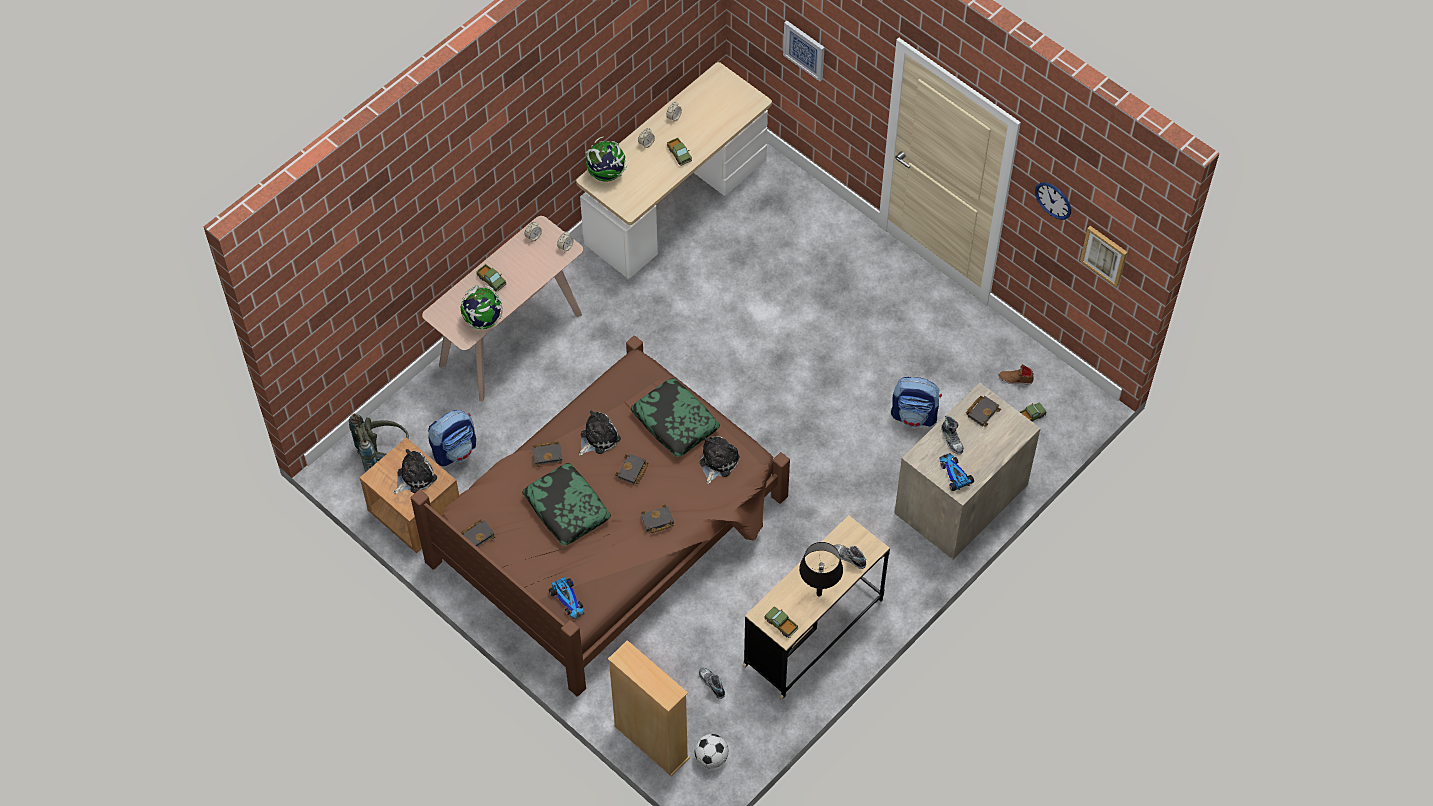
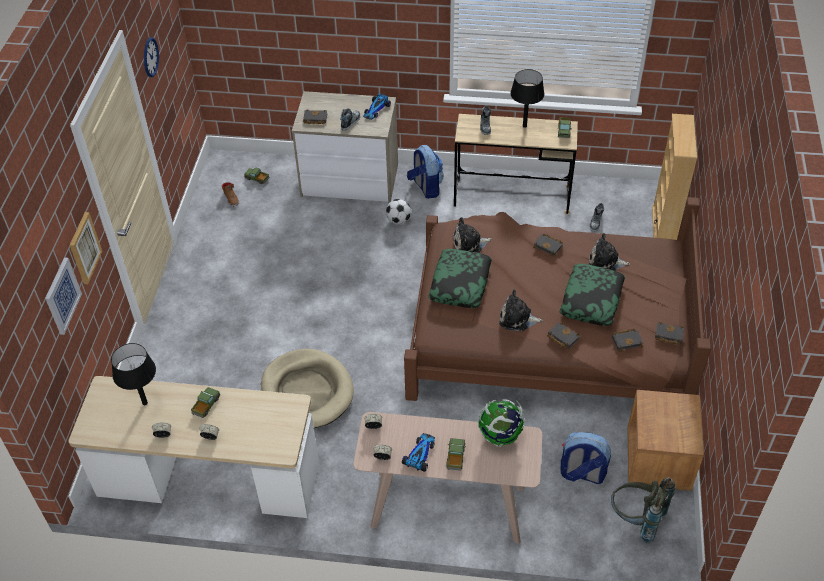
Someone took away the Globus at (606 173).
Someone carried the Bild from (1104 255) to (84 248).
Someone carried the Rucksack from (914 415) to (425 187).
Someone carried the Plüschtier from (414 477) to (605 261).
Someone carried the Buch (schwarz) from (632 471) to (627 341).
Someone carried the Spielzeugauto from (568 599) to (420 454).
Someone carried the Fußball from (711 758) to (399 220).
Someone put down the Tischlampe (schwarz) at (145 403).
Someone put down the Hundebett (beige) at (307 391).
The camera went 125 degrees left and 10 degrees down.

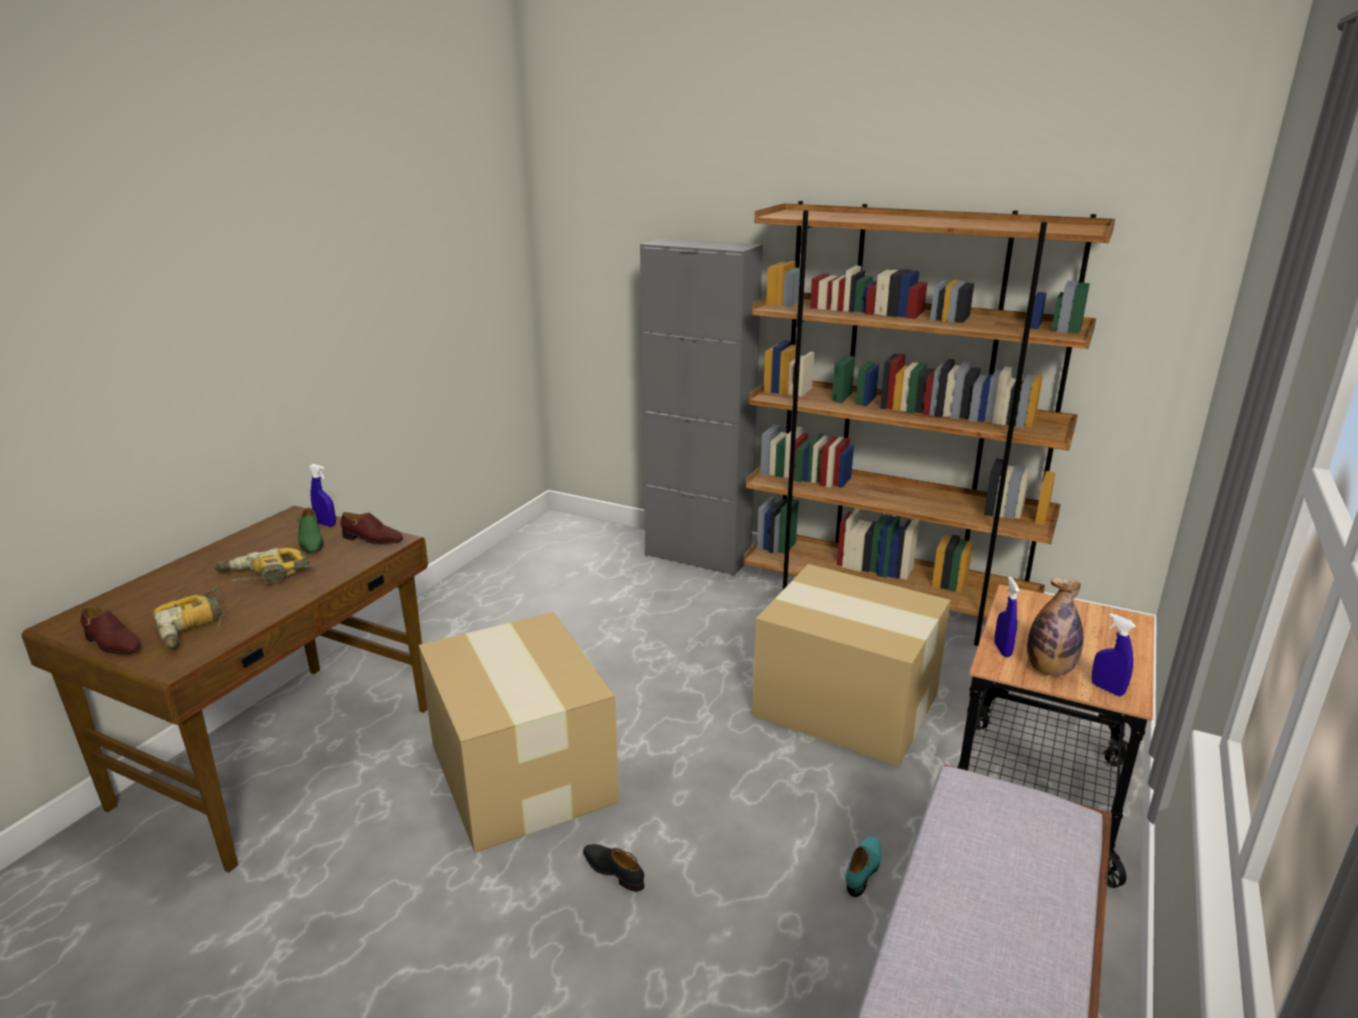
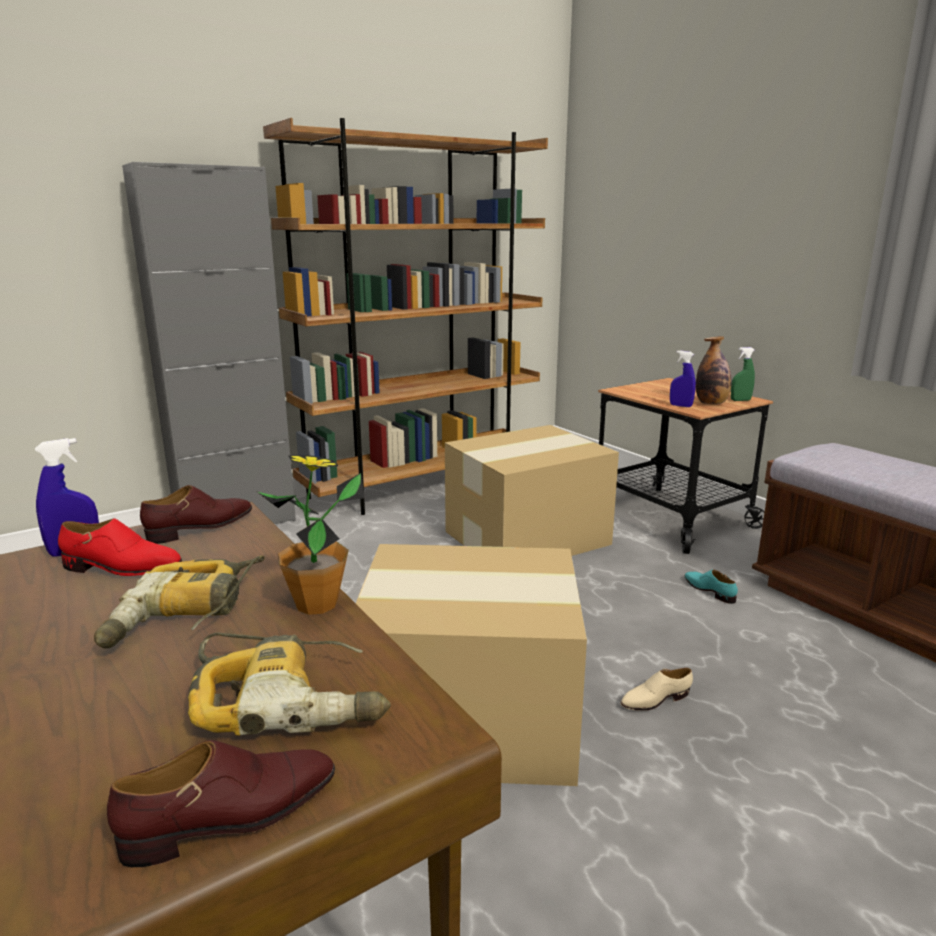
Someone repainted the Schuh (grün) at (311 542), which became the Schuh (rot) at (122 568).
Someone repainted the Sprühflasche (blau) at (1107 689), which became the Sprühflasche (grün) at (740 400).
Someone repainted the Schuh (schwarz) at (613 871), which became the Schuh (beige) at (655 700).
Someone put down the Topfpflanze at (317 604).
The camera went 60 degrees left and 5 degrees down.

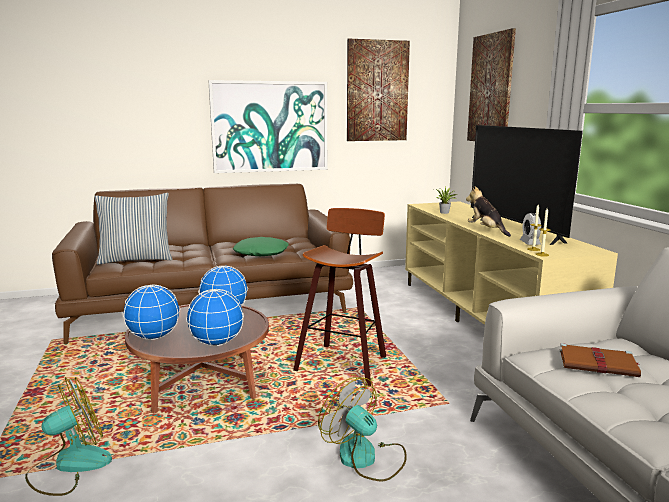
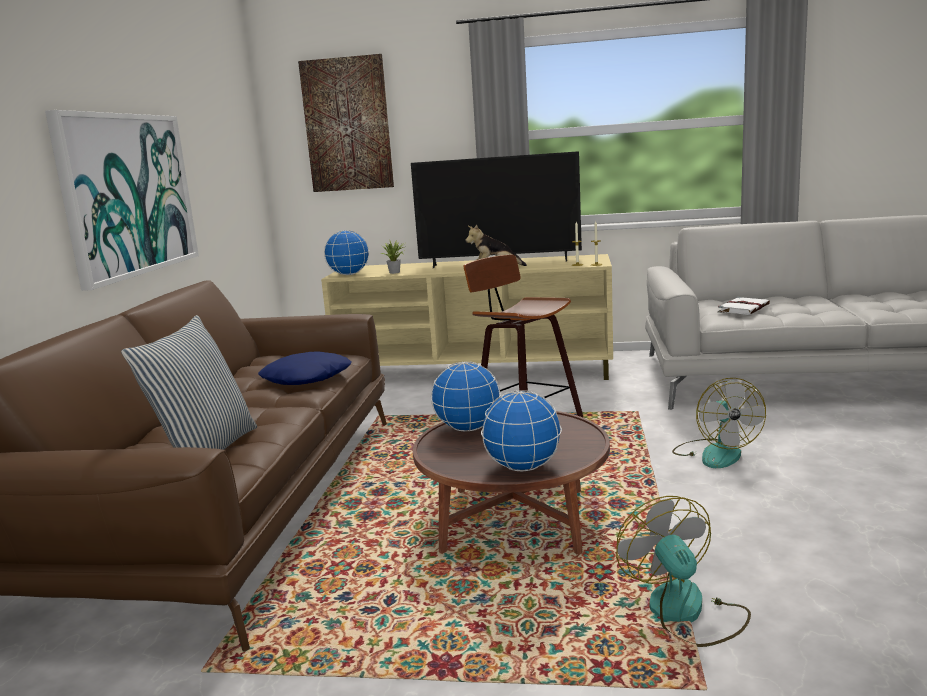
Someone took away the Bild at (377 91).
Someone took away the Wecker at (530 243).
Someone repainted the Kissen (grün) at (261 253), which became the Kissen (blau) at (306 378).
Someone carried the Globus from (216 343) to (348 274).
Someone repainted the Buch (braun) at (599 364), which became the Buch (weiß) at (744 308).
Someone rotated the Ventilator at (365 458) by 75 degrees counterclockwise.
The camera went 65 degrees left and 0 degrees up.

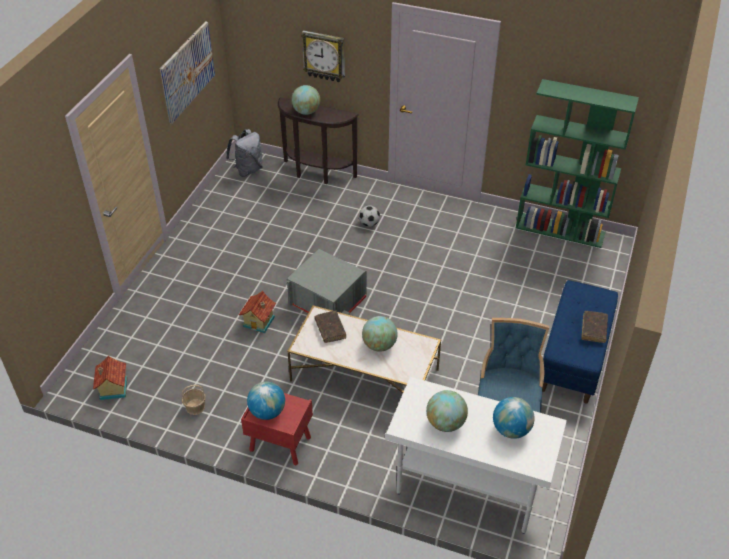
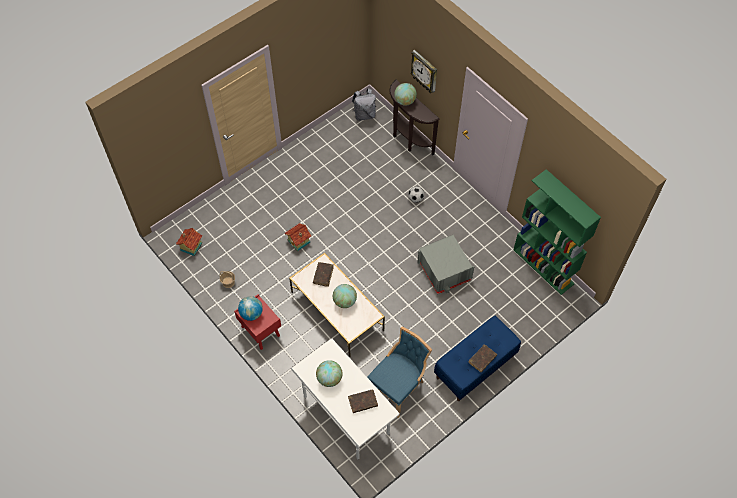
Someone took away the Bild at (187 71).
Someone carried the Aufbewahrungsbox (grau) from (328 301) to (444 271).
Someone swapped the Globus at (511 429) for the Buch (braun) at (363 402).
The camera went 30 degrees right and 15 degrees up.

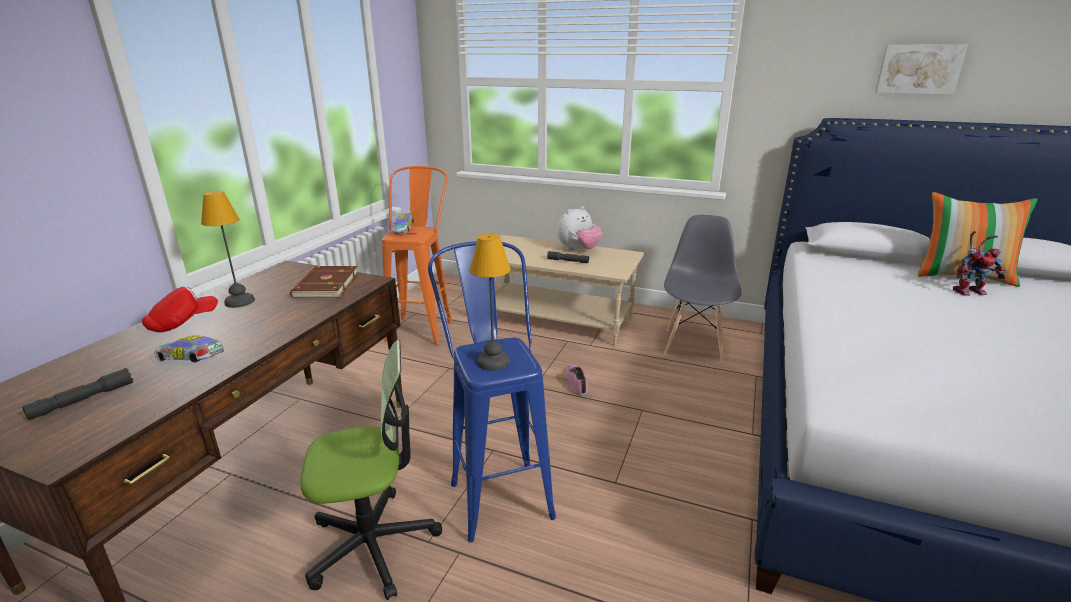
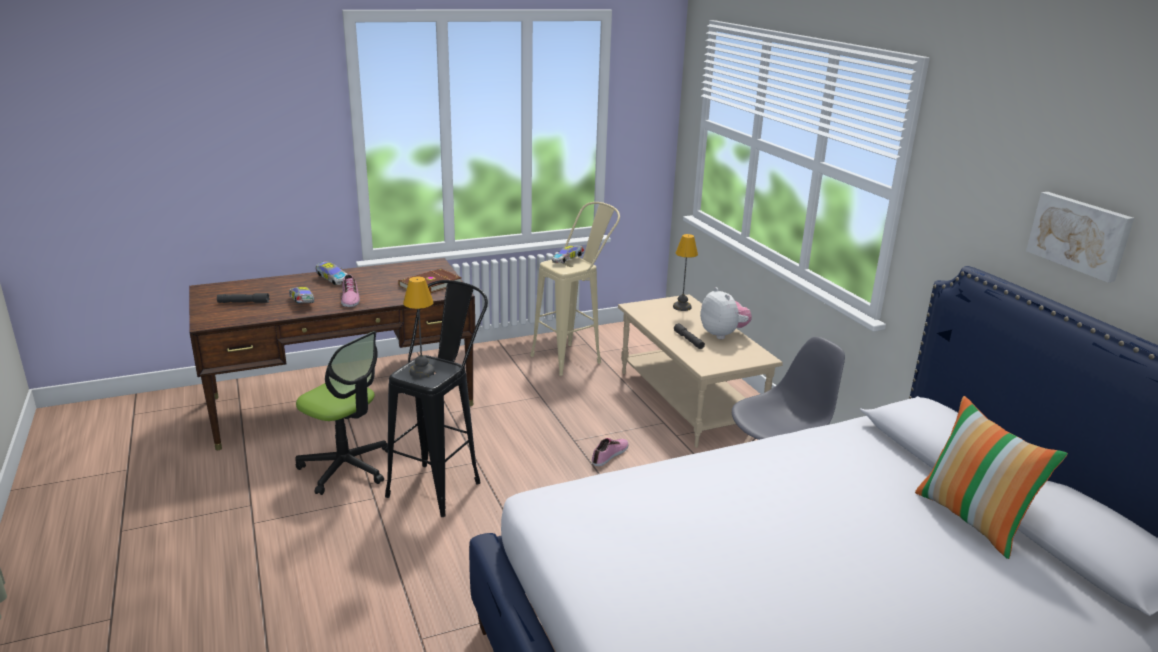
Someone repainted the Hocker (orange) at (423 326), which became the Hocker (beige) at (574 357).
Someone carried the Tischlampe from (240 301) to (682 307).
Someone rotated the Plüschtier at (578 250) by 120 degrees counterclockwise.
Someone took away the Spielzeugroboter at (969 291).
Someone repainted the Hocker (blau) at (496 489), which became the Hocker (schwarz) at (441 482).
Someone swapped the Kappe (rot) at (183 323) for the Spielzeugauto at (332 279).
Someone put down the Schuh at (349 298).
The camera went 45 degrees right and 0 degrees up.

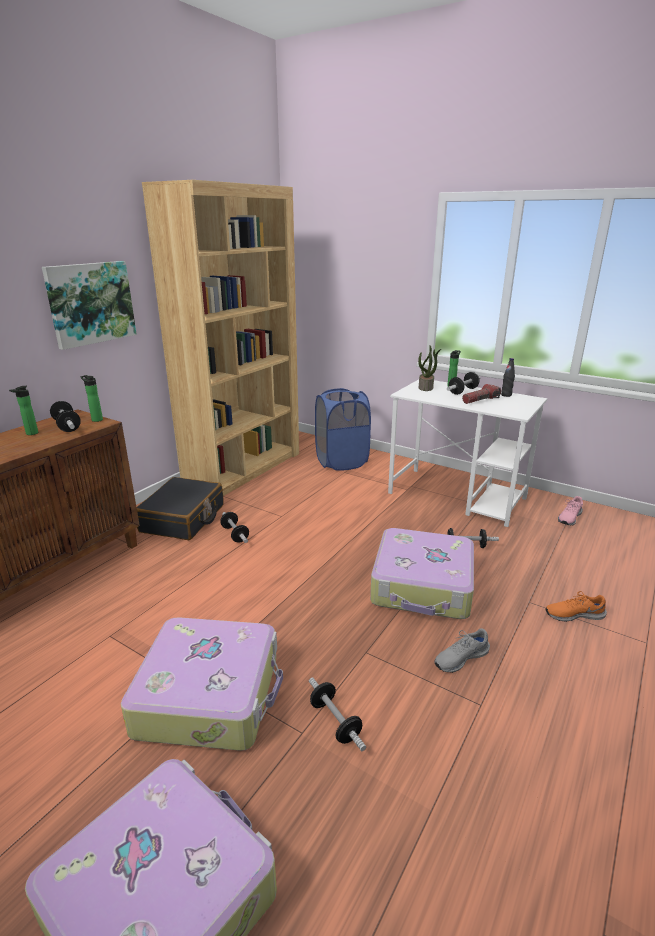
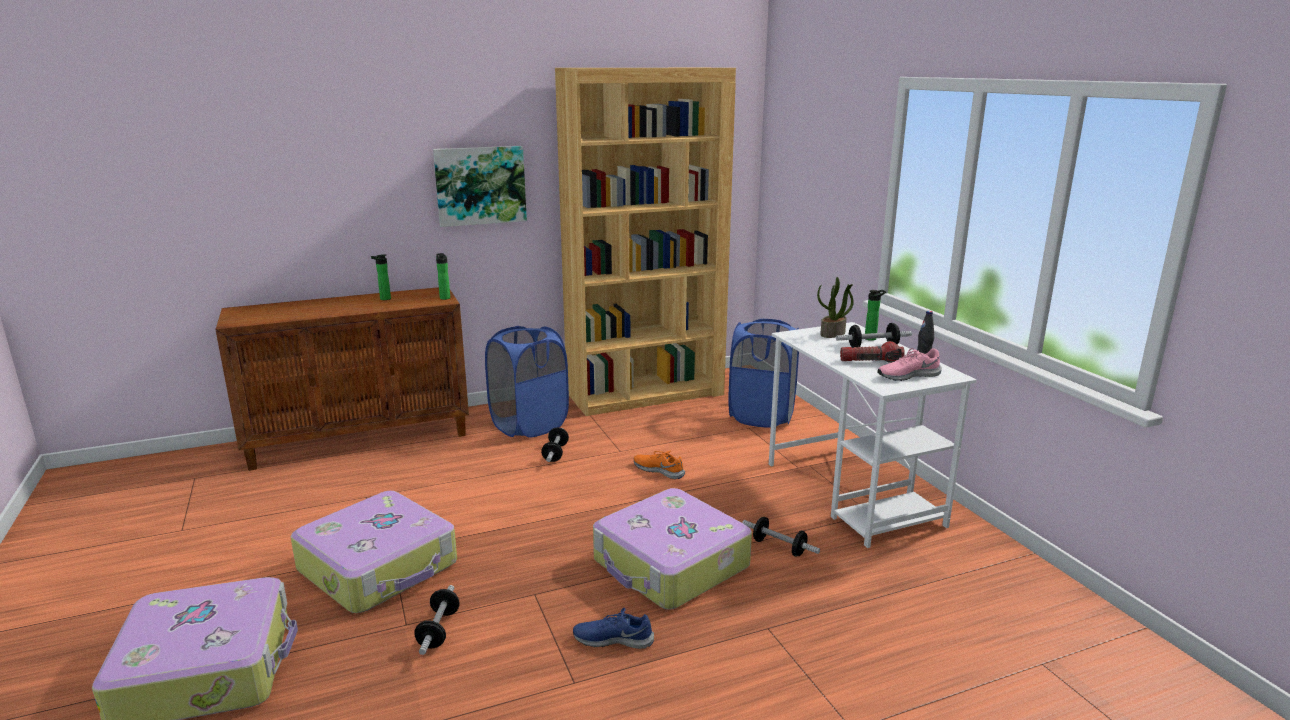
Someone took away the Hantel at (67 426).
Someone swapped the Koffer (schwarz) at (183 518) for the Wäschekorb (blau) at (529 425).
Someone carried the Schuh (rosa) from (569 517) to (907 375).
Someone carried the Schuh (orange) from (573 614) to (659 470).
Someone repainted the Schuh (grau) at (460 657), which became the Schuh (blau) at (613 639).
The camera went 35 degrees right and 5 degrees down.

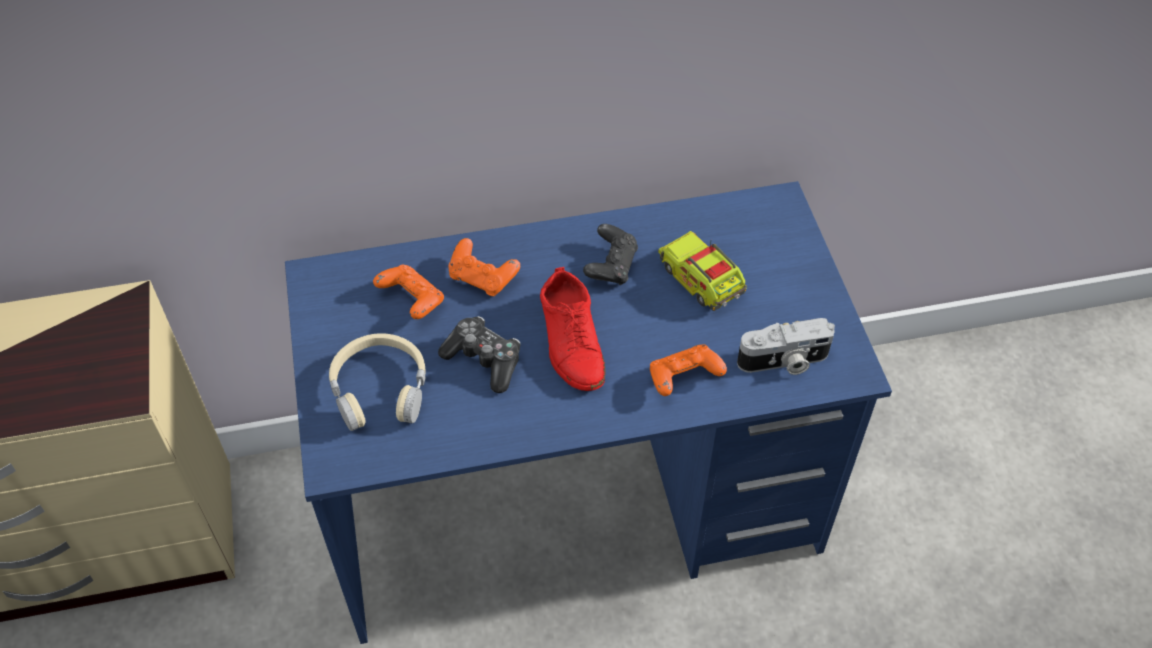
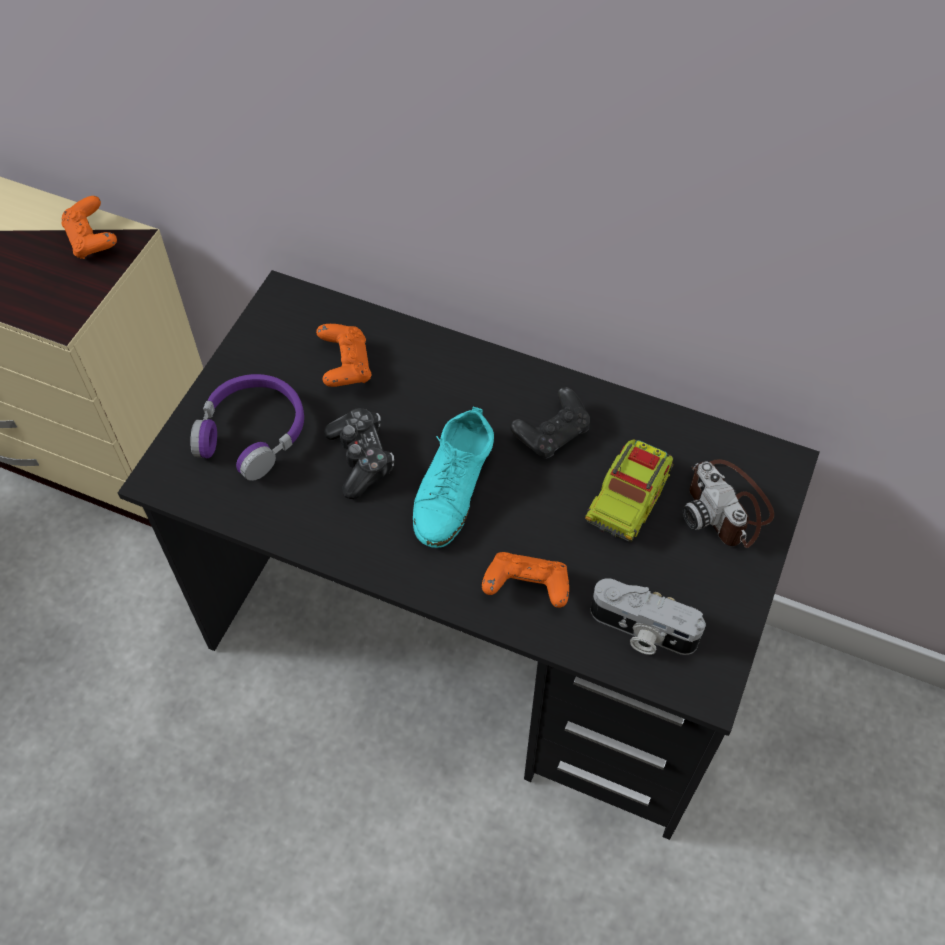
Someone repainted the Schreibtisch (blau) at (575 504), which became the Schreibtisch (schwarz) at (474 642).
Someone rotated the Spielzeuglaster at (701 280) by 150 degrees counterclockwise.
Someone carried the Gamepad (orange) from (483 278) to (92 240).
Someone repainted the Schuh (rot) at (571 341), which became the Schuh (türkis) at (453 487).
Someone repainted the Kopfhörer (beige) at (380 389), which became the Kopfhörer (lila) at (252 433).
Someone put down the Kamera at (727 507).
The camera went 35 degrees right and 5 degrees up.

